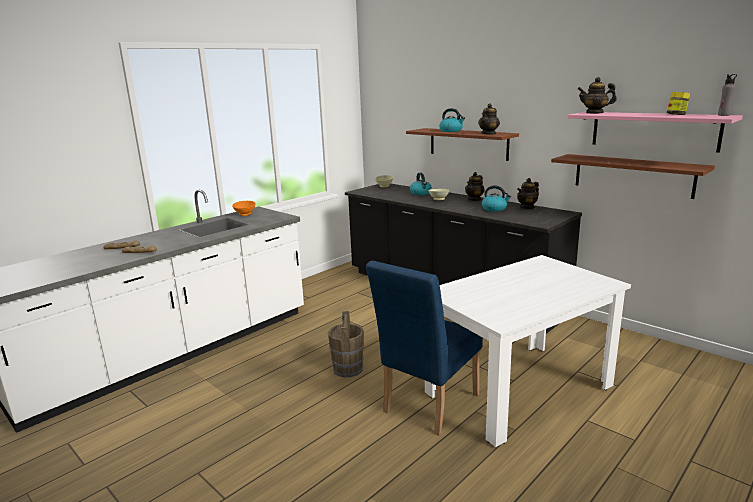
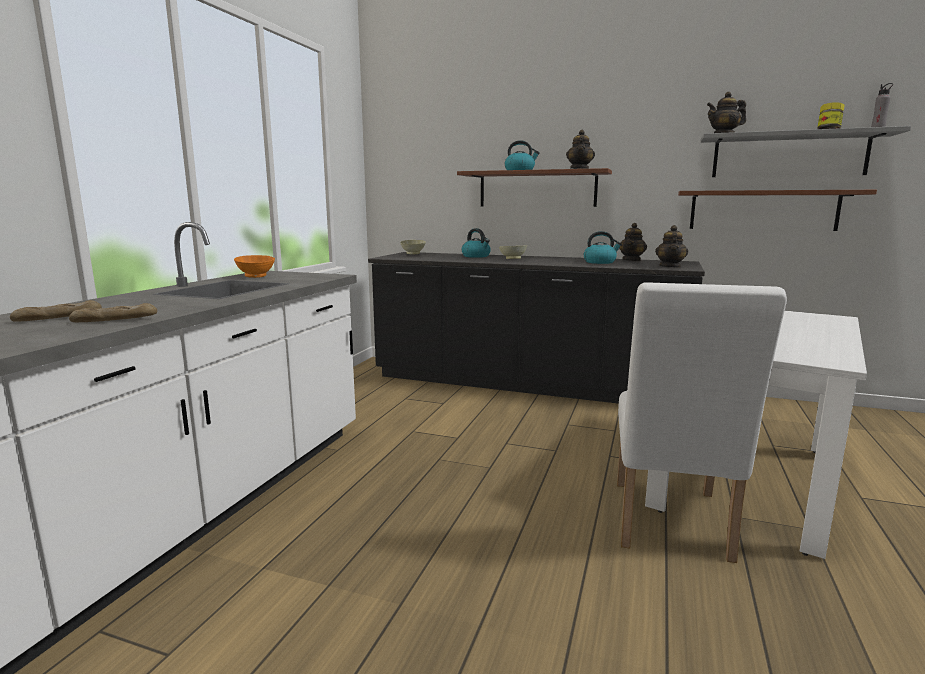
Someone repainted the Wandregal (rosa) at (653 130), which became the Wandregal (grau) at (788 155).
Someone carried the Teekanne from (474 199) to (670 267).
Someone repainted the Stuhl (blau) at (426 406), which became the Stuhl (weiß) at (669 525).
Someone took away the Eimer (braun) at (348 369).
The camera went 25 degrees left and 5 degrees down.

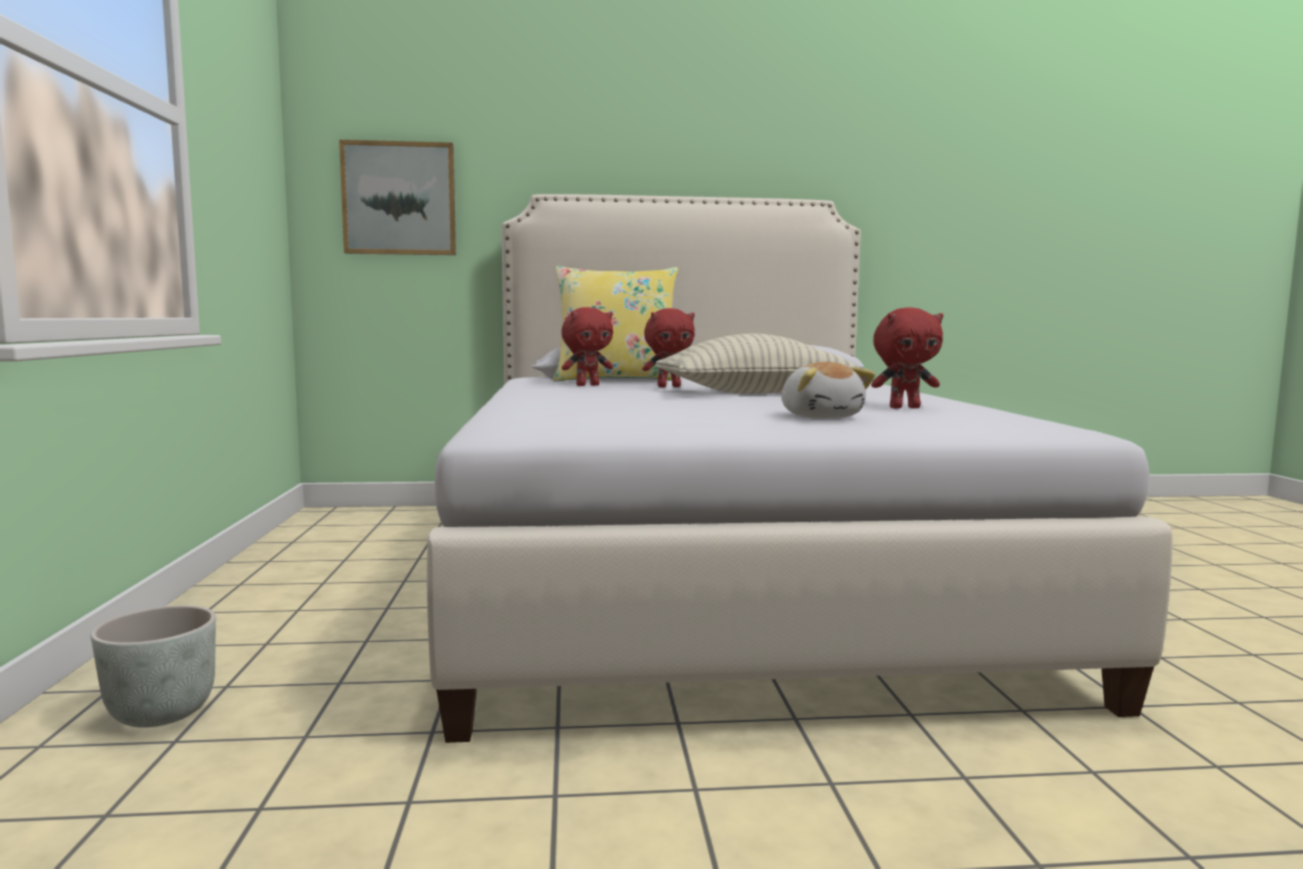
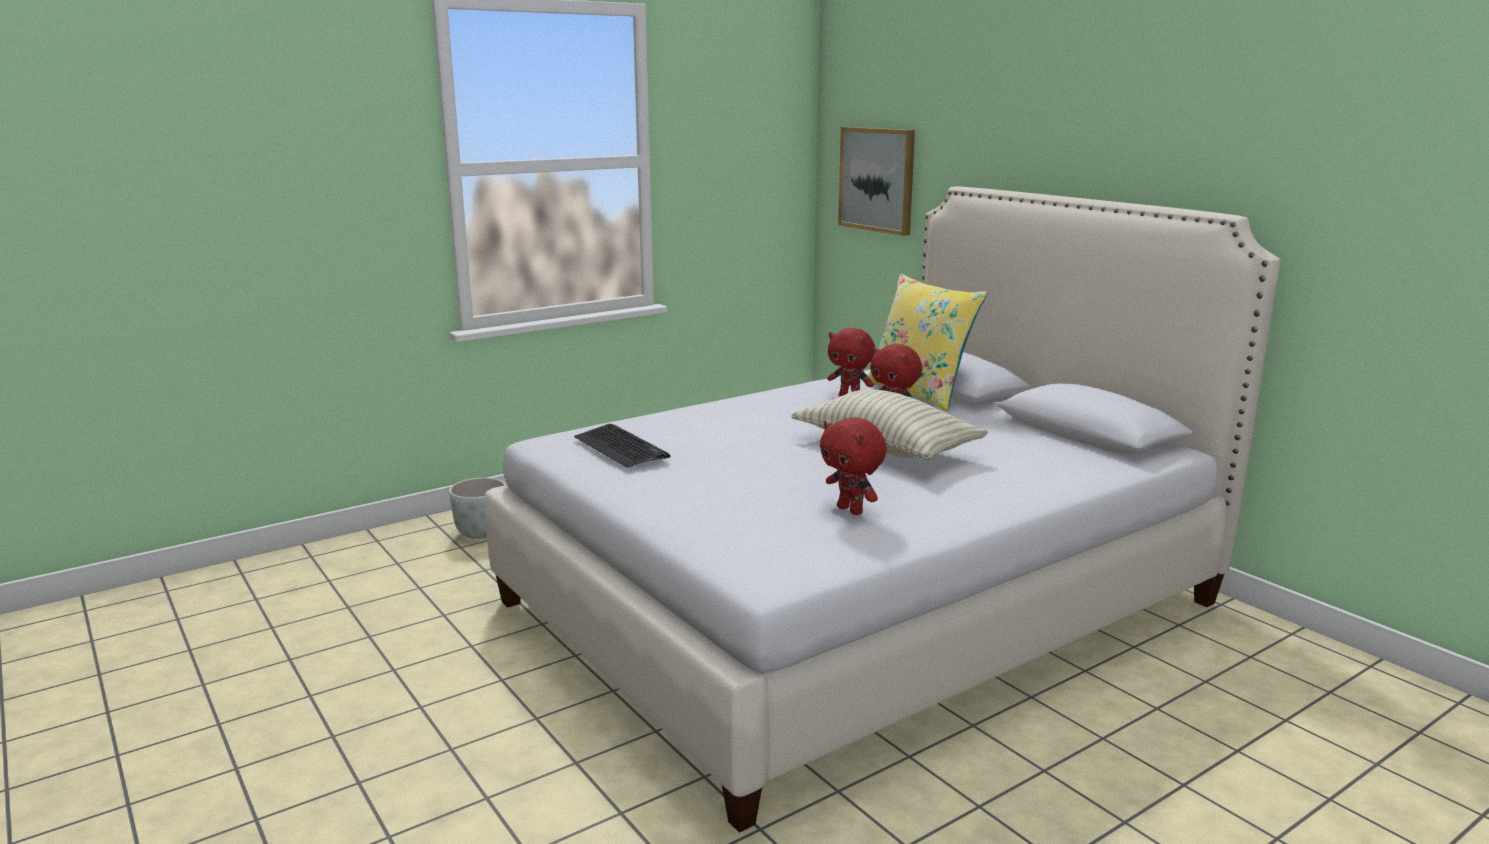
Someone took away the Plüschtier at (821 416).
Someone put down the Tastatur at (621 447).
The camera went 60 degrees right and 10 degrees up.

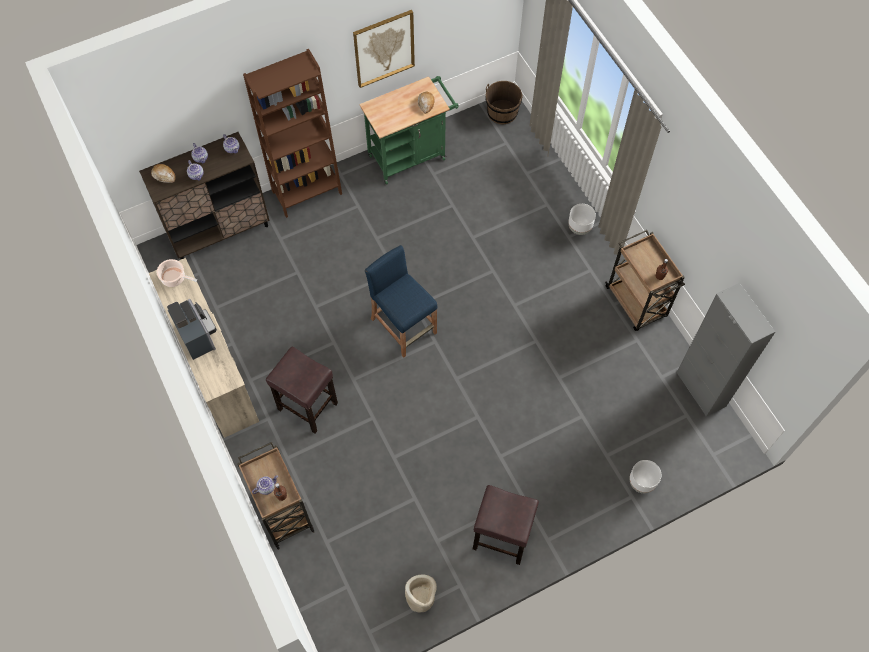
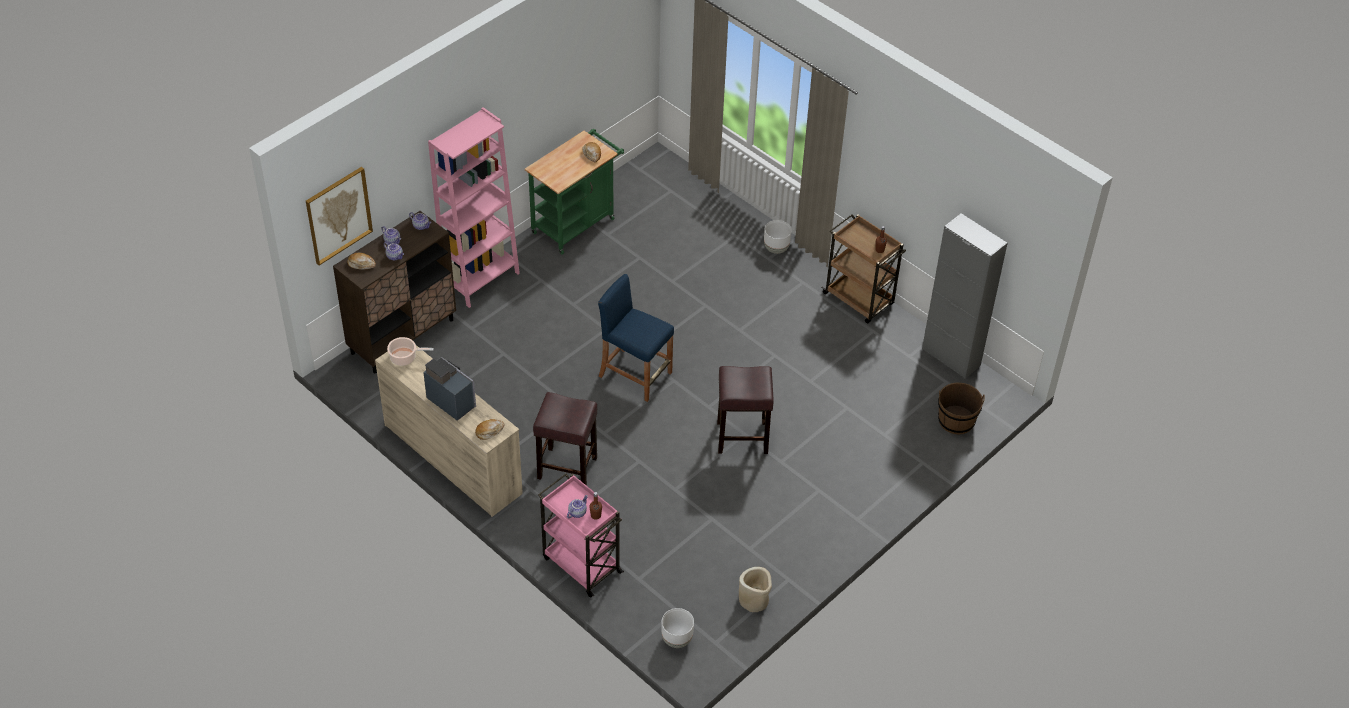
Someone carried the Bild from (384 48) to (338 215).
Someone repainted the Bücherregal (braun) at (307 192), which became the Bücherregal (rosa) at (481 280).
Someone carried the Eimer (braun) from (502 112) to (956 420).
Someone repainted the Rollwagen (braun) at (282 510), which became the Rollwagen (rosa) at (581 564).
Someone carried the Pflanzkübel (weiß) from (641 483) to (677 640).
Someone carried the Hocker (braun) from (500 537) to (741 437).
Someone put down the Brot at (489 431).
The camera went 20 degrees left and 15 degrees down.

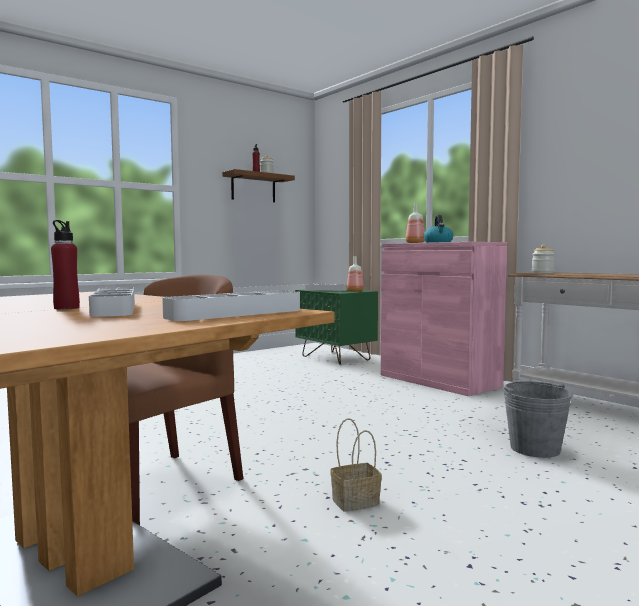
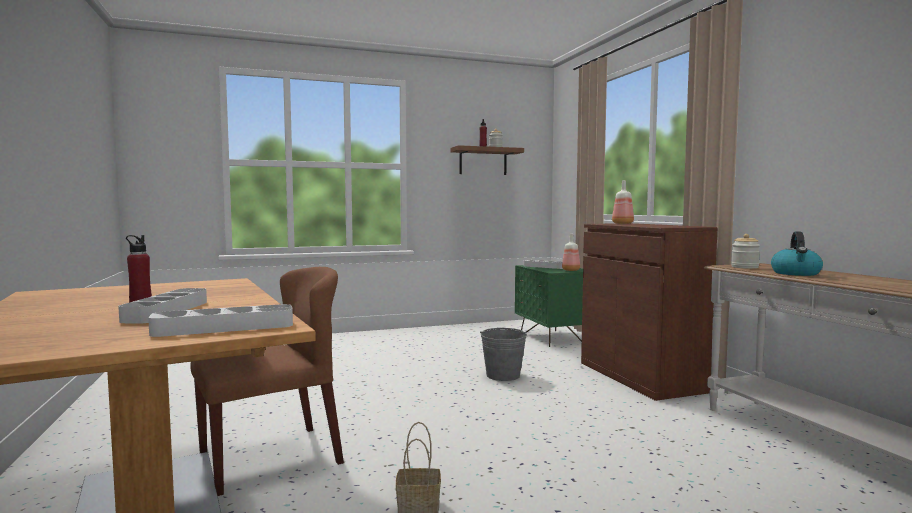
Someone carried the Wasserkessel from (438 242) to (796 273).
Someone repainted the Schrank (rosa) at (439 380), which became the Schrank (braun) at (640 377).
Someone carried the Eimer (grau) from (535 449) to (503 375).
The camera went 20 degrees right and 0 degrees up.

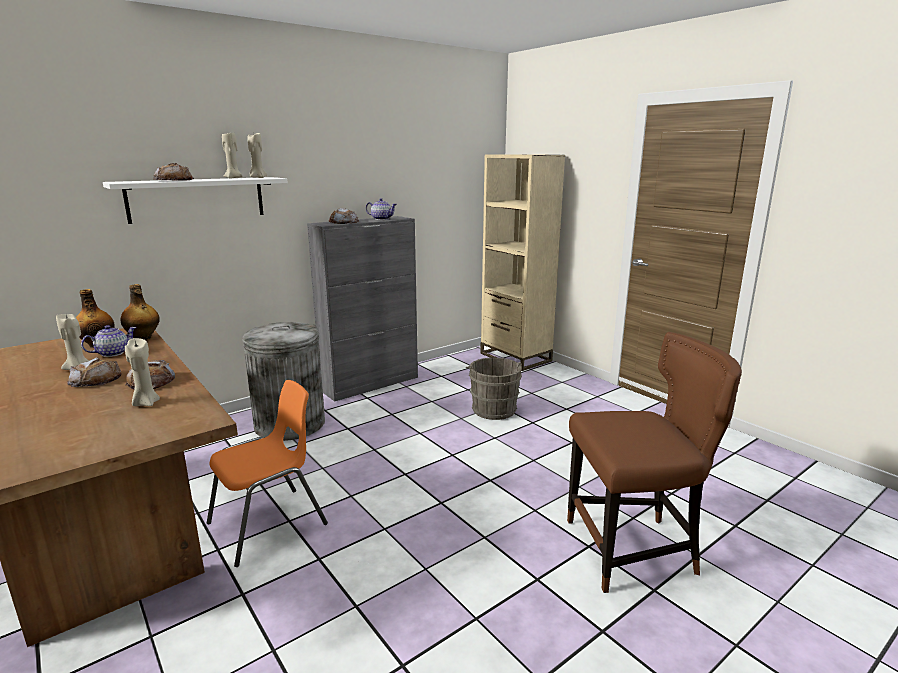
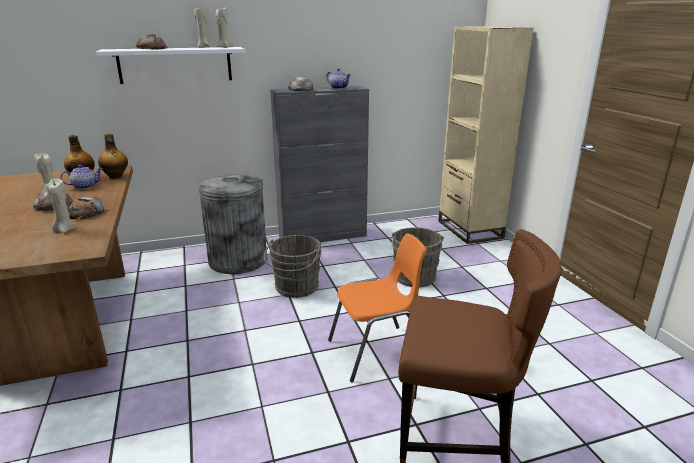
Someone carried the Stuhl (orange) from (270 524) to (377 352).
Someone put down the Eimer (grau) at (295 288).
The camera went 20 degrees right and 5 degrees up.

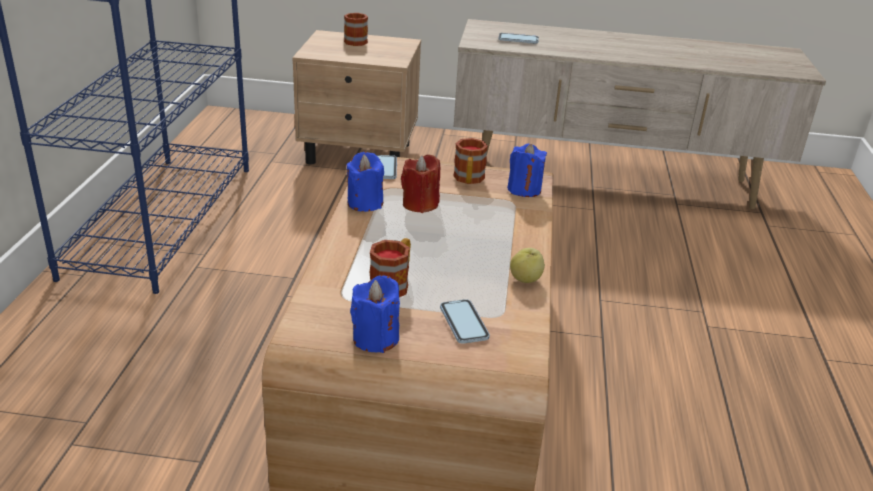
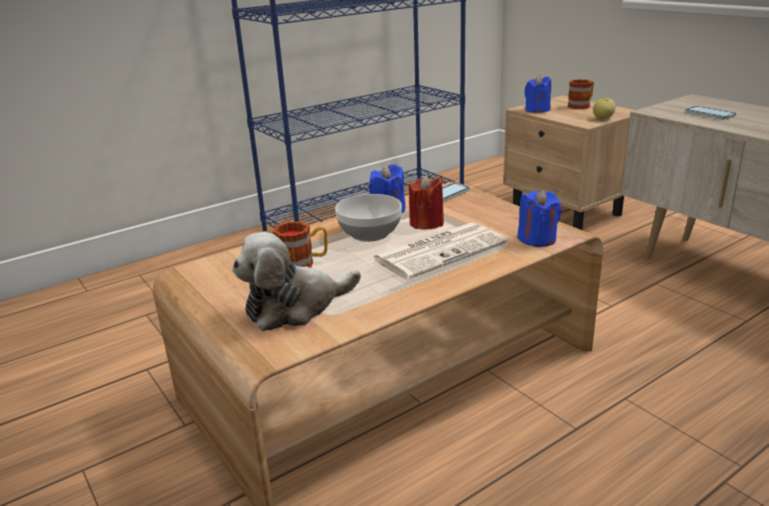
Someone took away the Henkelbecher at (468 180).
Someone carried the Apfel from (526 279) to (603 118).
Someone carried the Kerze (blau) from (376 338) to (537 110).
Someone swapped the Handy at (464 323) for the Plüschtier at (295 307).
Someone put down the Schüssel at (370 233).
Someone put down the Zeitung at (440 251).
The camera went 50 degrees right and 5 degrees down.

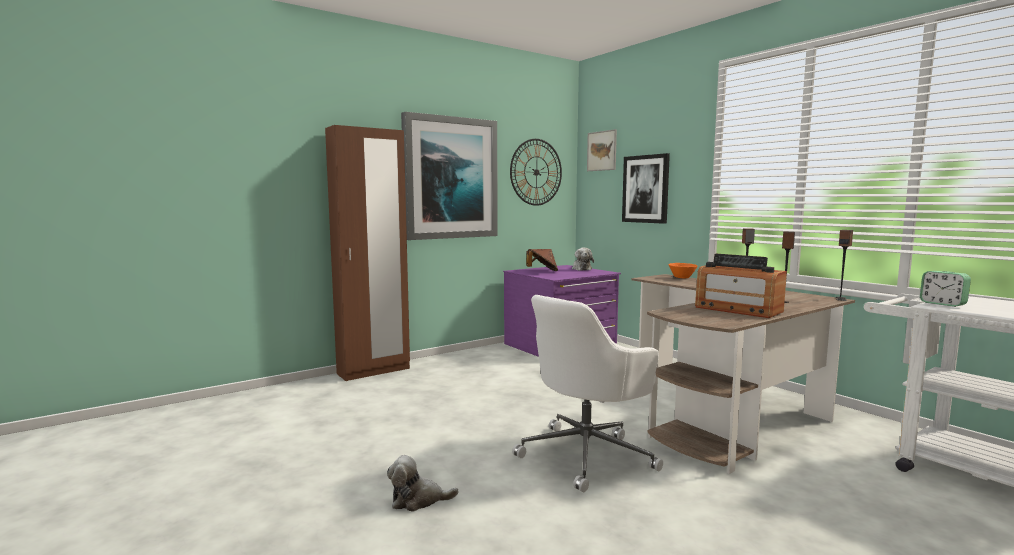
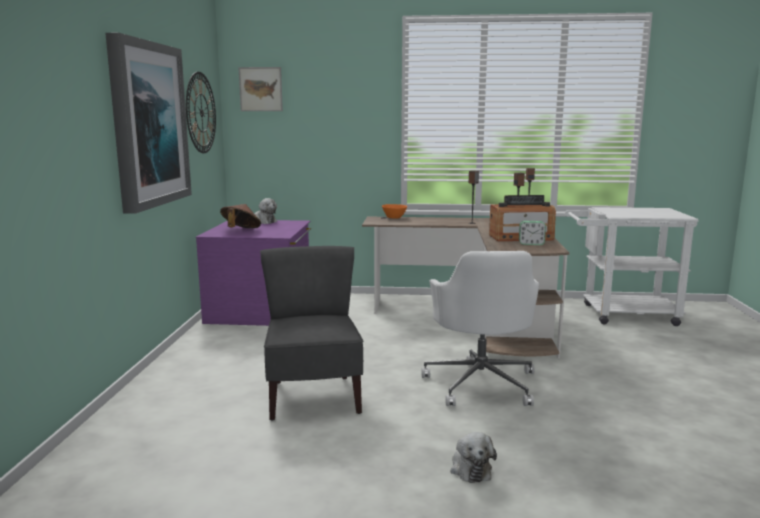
Someone took away the Kleiderschrank (braun) at (374 371).
Someone took away the Bild at (645 189).
Someone carried the Wecker from (942 304) to (531 244).
Someone rotated the Plüschtier at (418 500) by 45 degrees counterclockwise.
Someone put down the Stuhl (grau) at (313 397).
The camera went 50 degrees left and 5 degrees up.

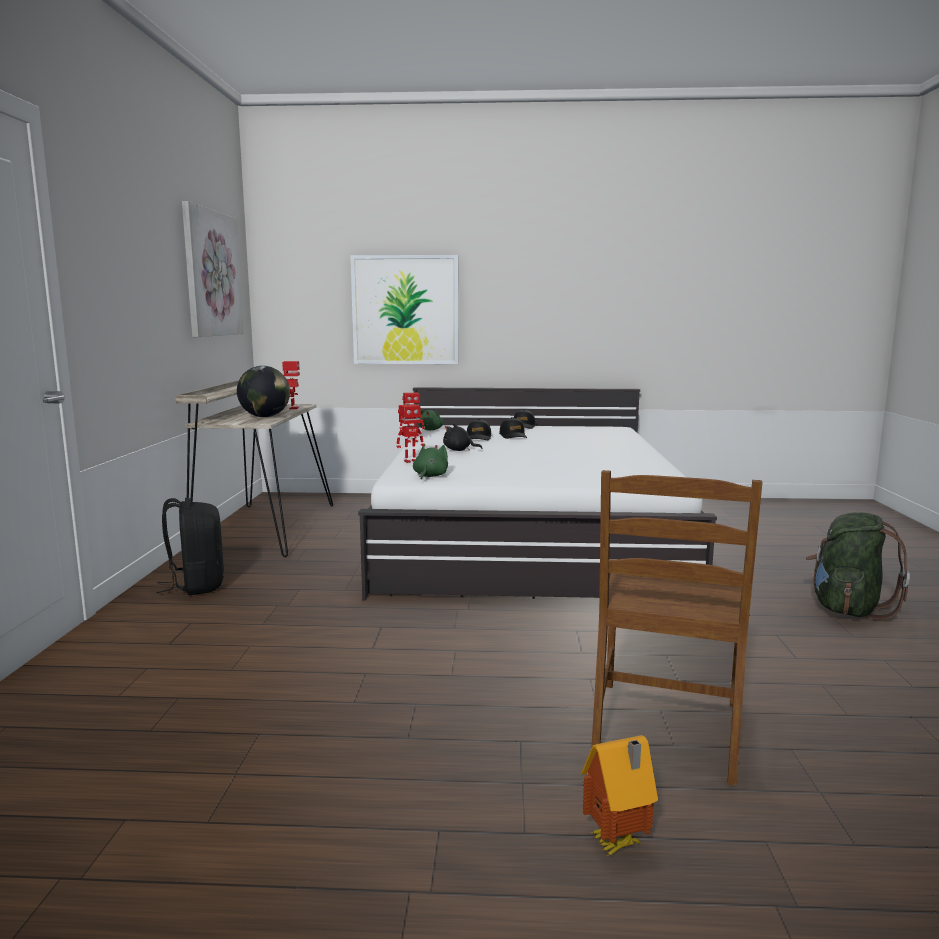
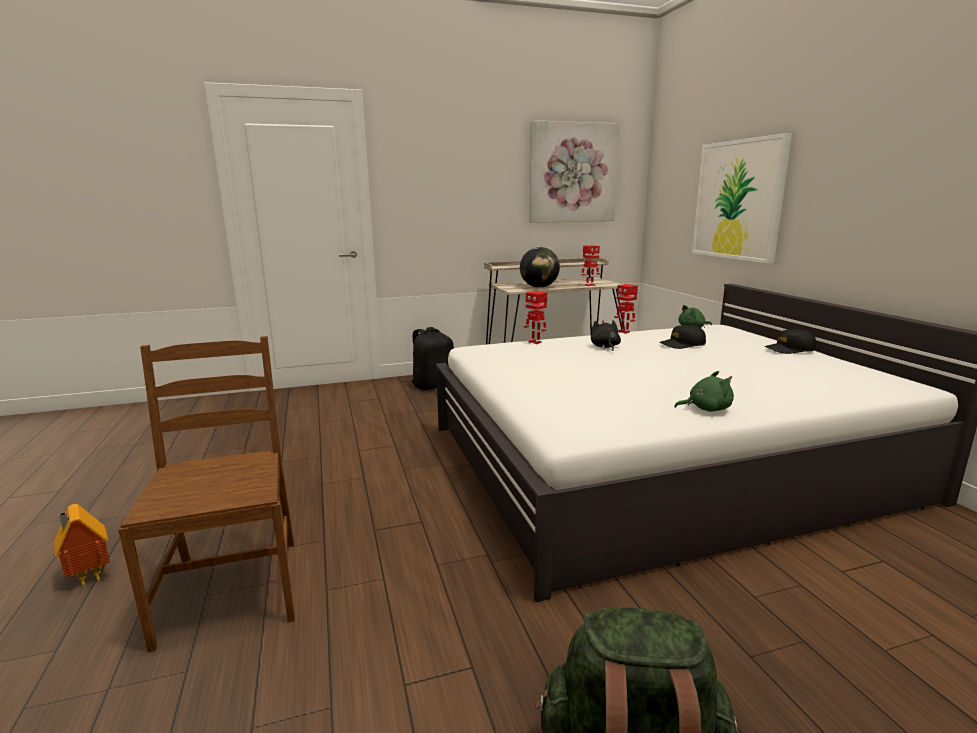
Someone took away the Kappe (schwarz) at (513 436).
Someone carried the Plüschtier (grün) from (430 476) to (706 409).
Someone rotated the Stuhl (braun) at (666 730) by 75 degrees clockwise.
The camera went 70 degrees right and 5 degrees up.

